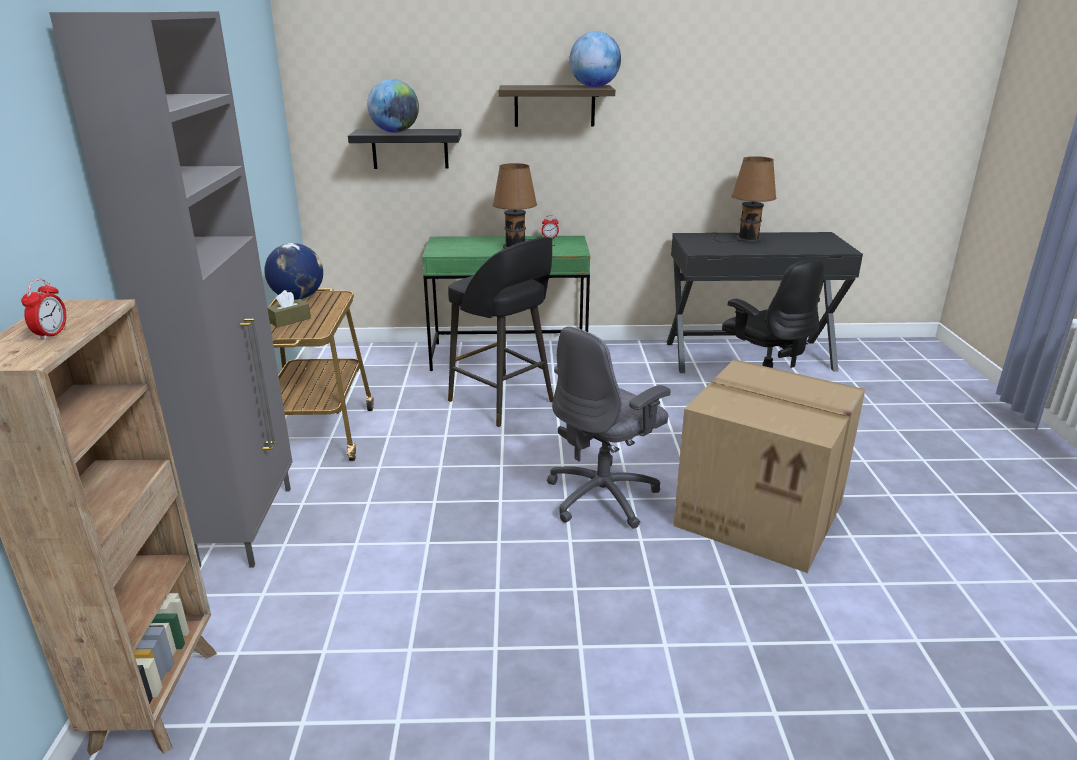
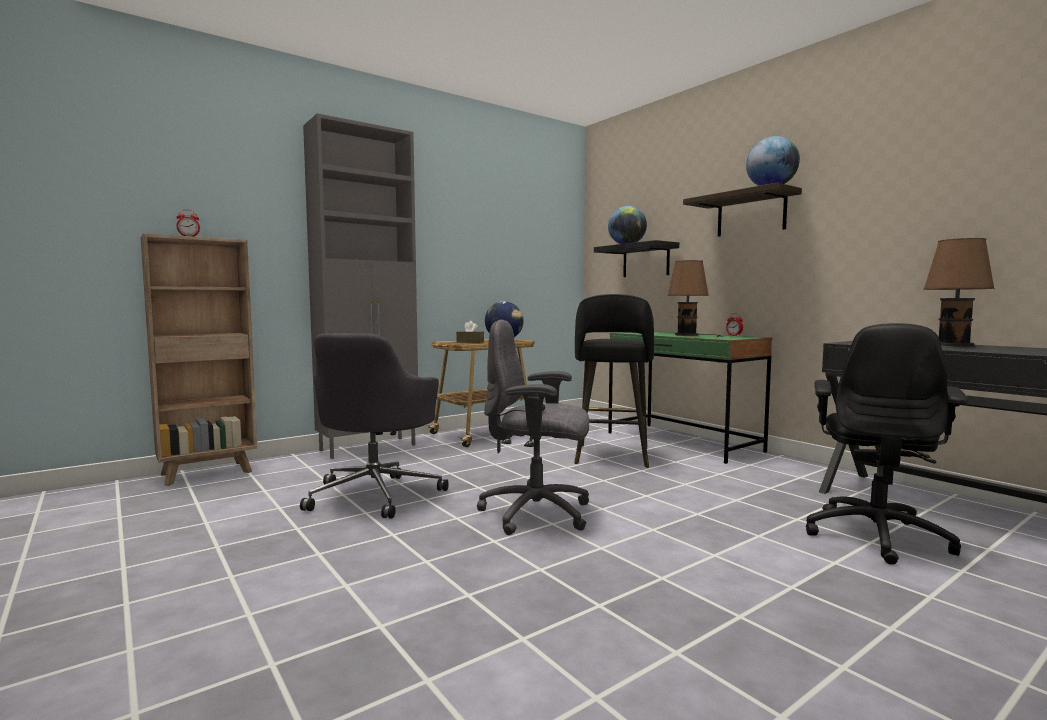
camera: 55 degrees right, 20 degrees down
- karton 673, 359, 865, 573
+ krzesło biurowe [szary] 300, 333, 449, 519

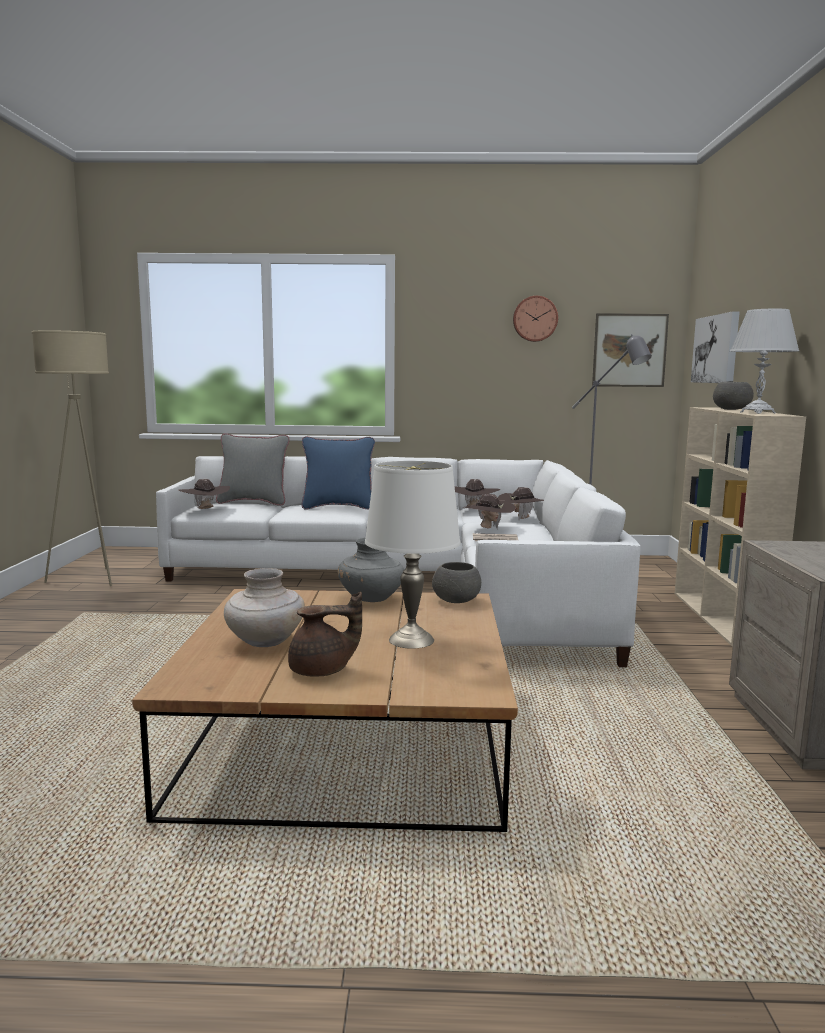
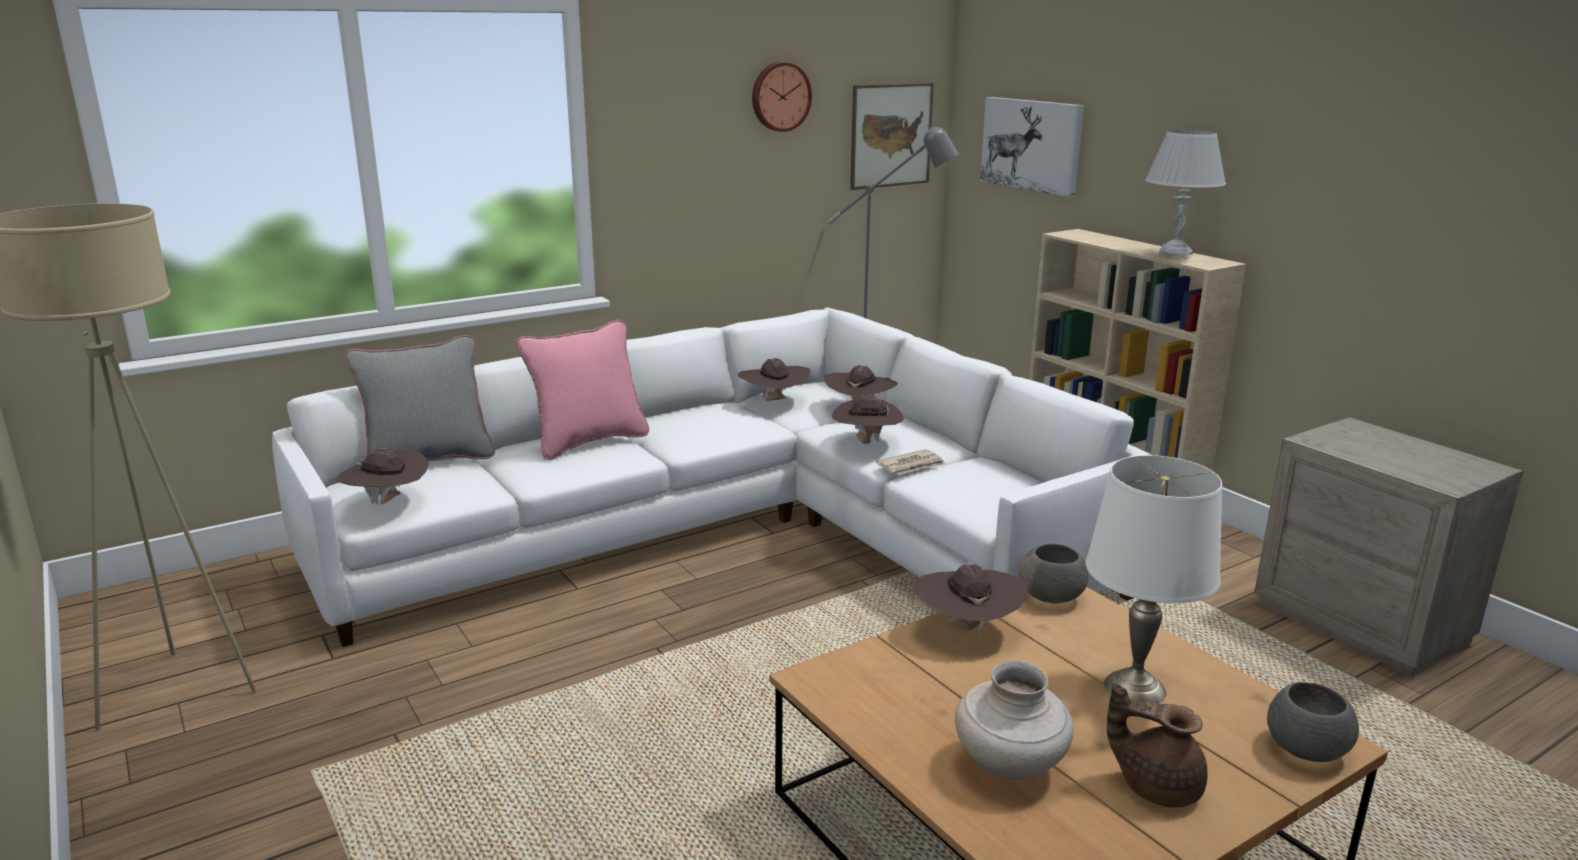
camera: 35 degrees left, 10 degrees up
~ miska [szary] 713, 382, 754, 410 to 1267, 682, 1359, 762
~ poduszka [niebieski] 301, 436, 375, 510 to poduszka [różowy] 516, 320, 649, 460
~ wazon [szary] 338, 538, 404, 602 to kapelusz [brązowy] 912, 564, 1027, 637
~ imbryk [brązowy] 288, 591, 362, 676 = 1107, 682, 1207, 808 105 degrees counterclockwise

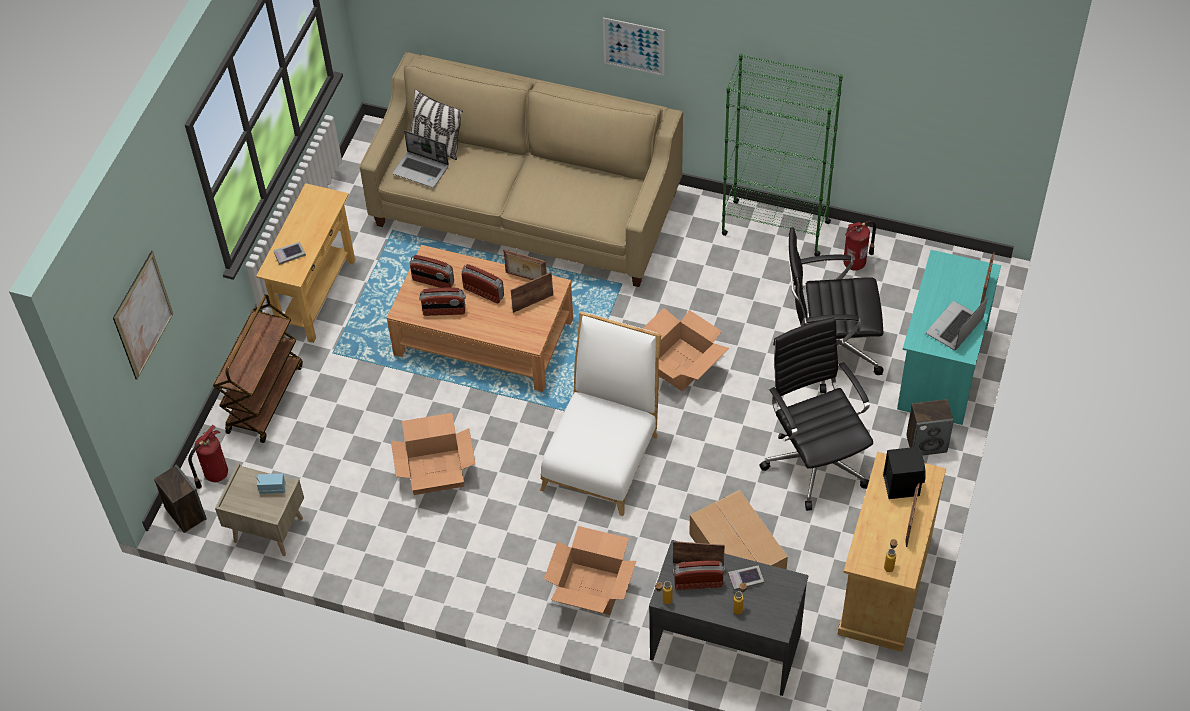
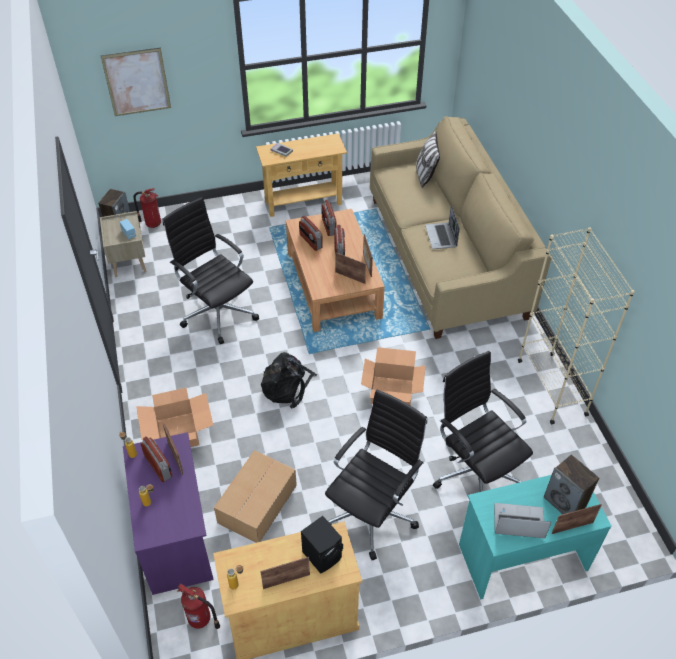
camera: 55 degrees right, 5 degrees down
- obraz 603, 17, 665, 76
~ regał [zielony] 721, 54, 843, 256 to regał [beżowy] 518, 227, 635, 425
~ laptop 393, 130, 449, 188 to 425, 205, 460, 249
~ gaśnica 843, 220, 876, 271 to 178, 584, 220, 629
- wózek [brązowy] 213, 295, 303, 443
~ krzesło [biały] 540, 311, 661, 516 to plecak [czarny] 261, 352, 317, 409
~ głośnik 906, 399, 954, 455 to 544, 455, 599, 514
~ karton 391, 413, 475, 495 to krzesło biurowe [czarny] 162, 197, 259, 344
~ biurko [szary] 649, 540, 809, 696 to biurko [fioletowy] 123, 432, 214, 595
- książka 728, 565, 764, 591

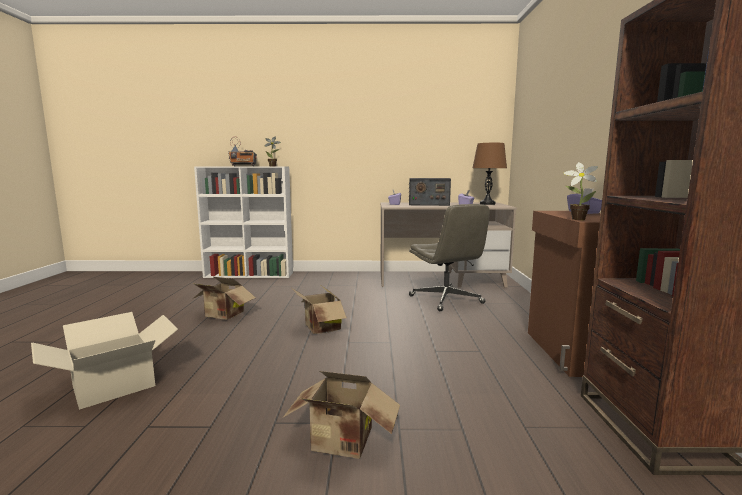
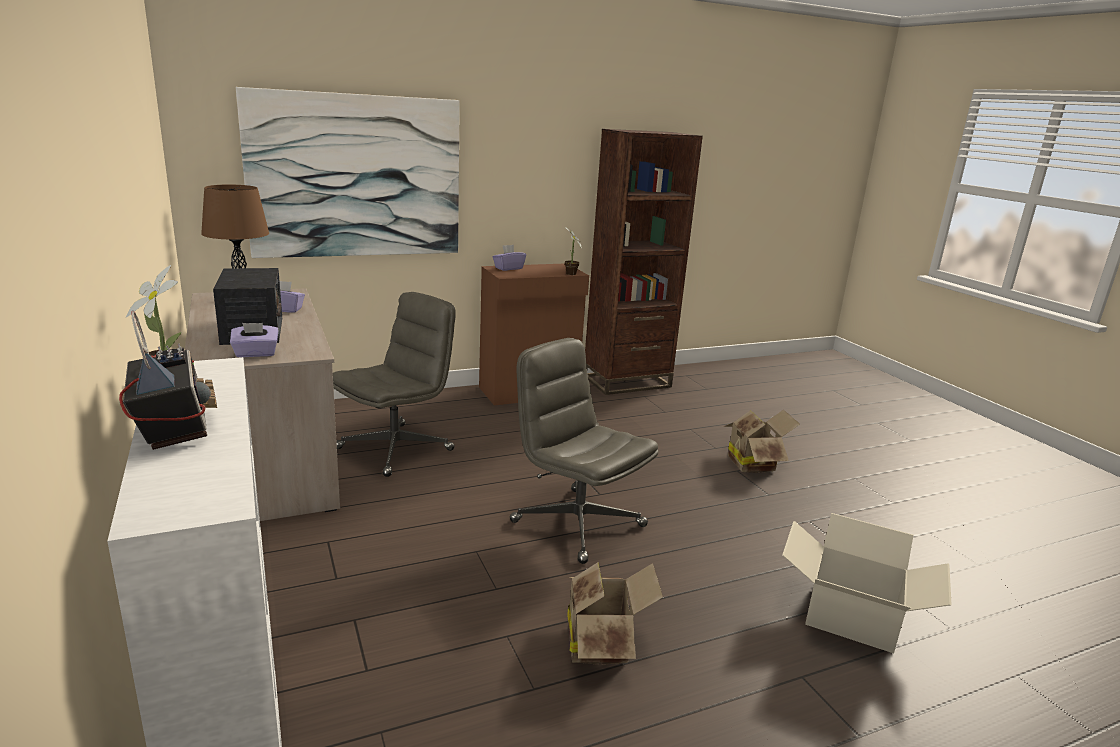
camera: 115 degrees left, 10 degrees up
~ karton 292, 286, 347, 334 to krzesło biurowe [szary] 510, 338, 658, 564
+ obraz 236, 87, 460, 258

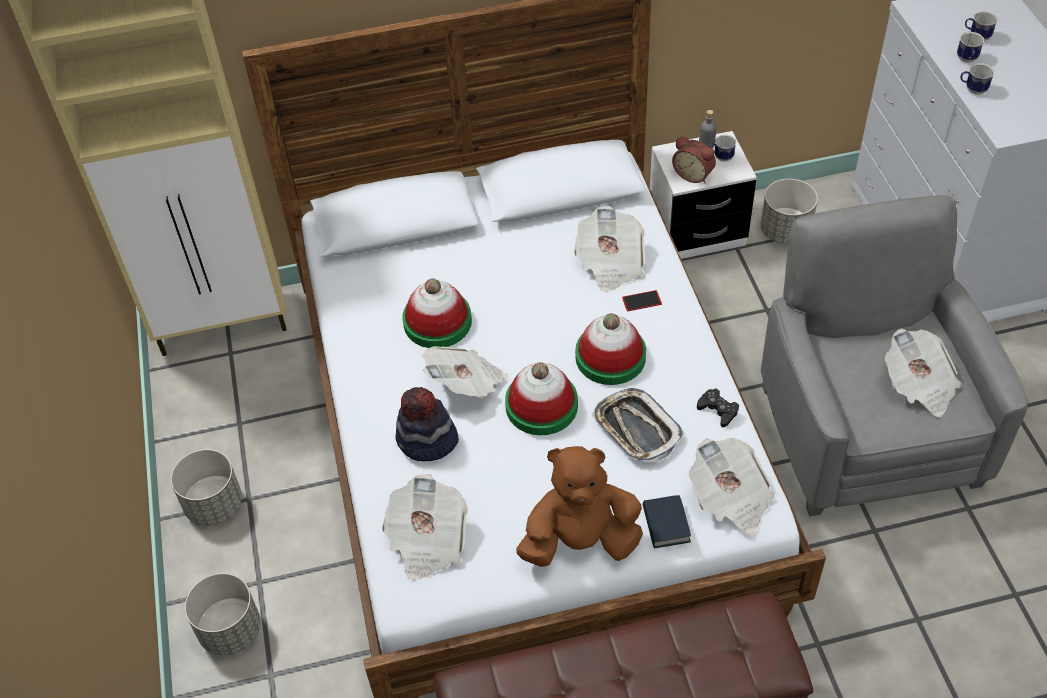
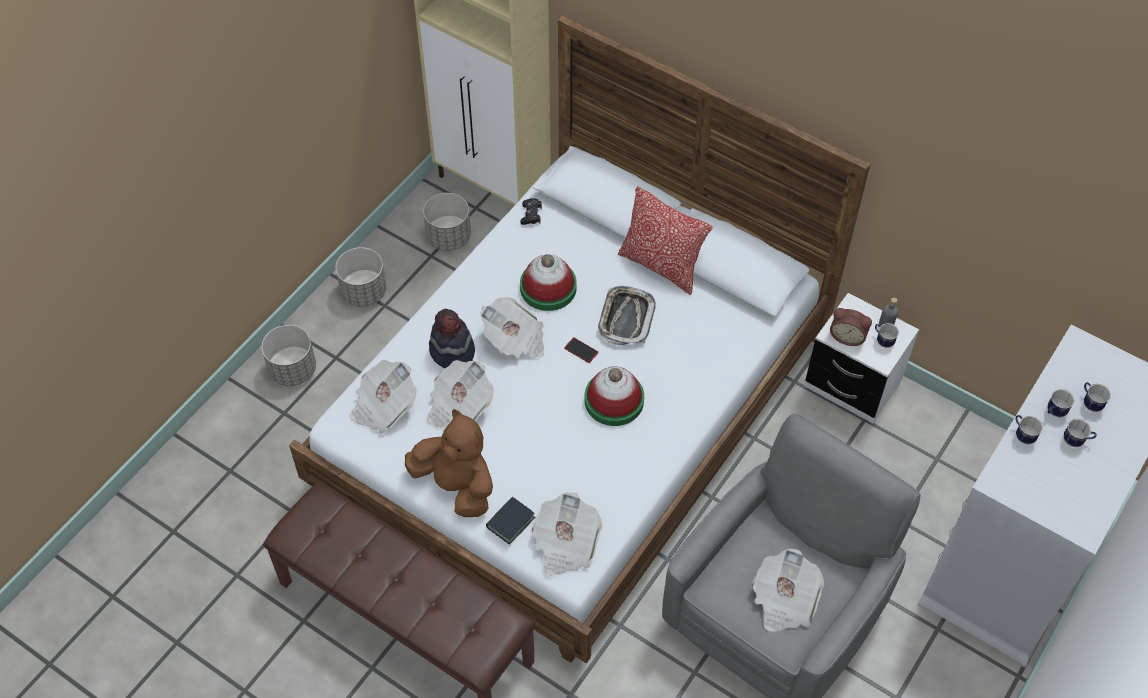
camera: 45 degrees right, 5 degrees up
~ budzik 672, 137, 716, 183 = 830, 308, 872, 346 60 degrees counterclockwise
~ donica [szary] 761, 179, 818, 244 to 423, 193, 471, 251
~ gazeta 574, 206, 645, 292 to 427, 360, 493, 428
~ telefon 622, 290, 662, 311 to 564, 337, 599, 363
- kapelusz 505, 362, 578, 435
~ taca 592, 388, 684, 463 to 598, 286, 655, 346
~ pad do gier [czarny] 697, 389, 739, 427 to 521, 198, 542, 225
+ poduszka 618, 186, 713, 295
+ kubek 1064, 418, 1097, 447

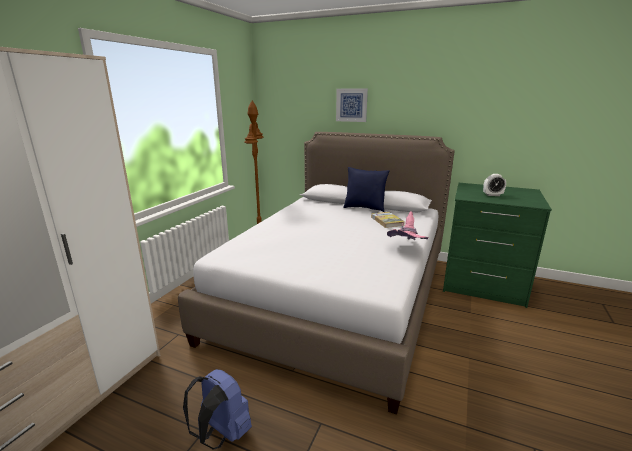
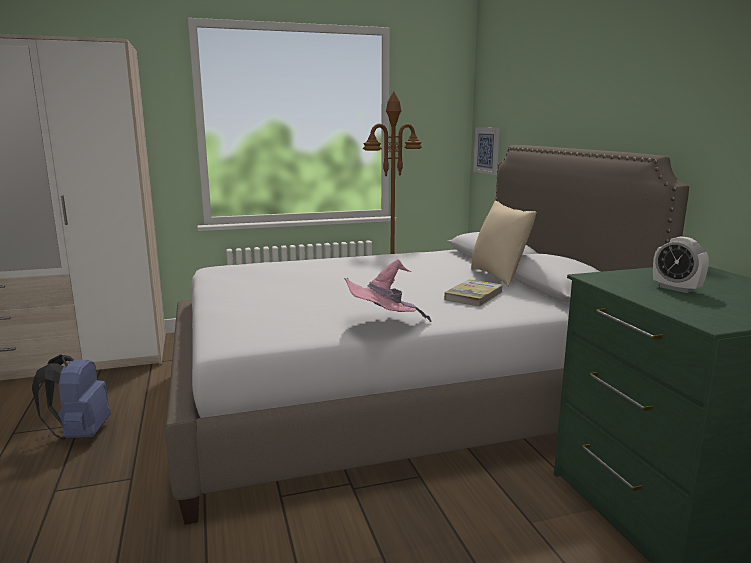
camera: 50 degrees right, 5 degrees down
~ obraz 336, 89, 368, 122 to 473, 127, 500, 175
~ poduszka [niebieski] 343, 167, 389, 212 to poduszka [beżowy] 471, 201, 537, 287

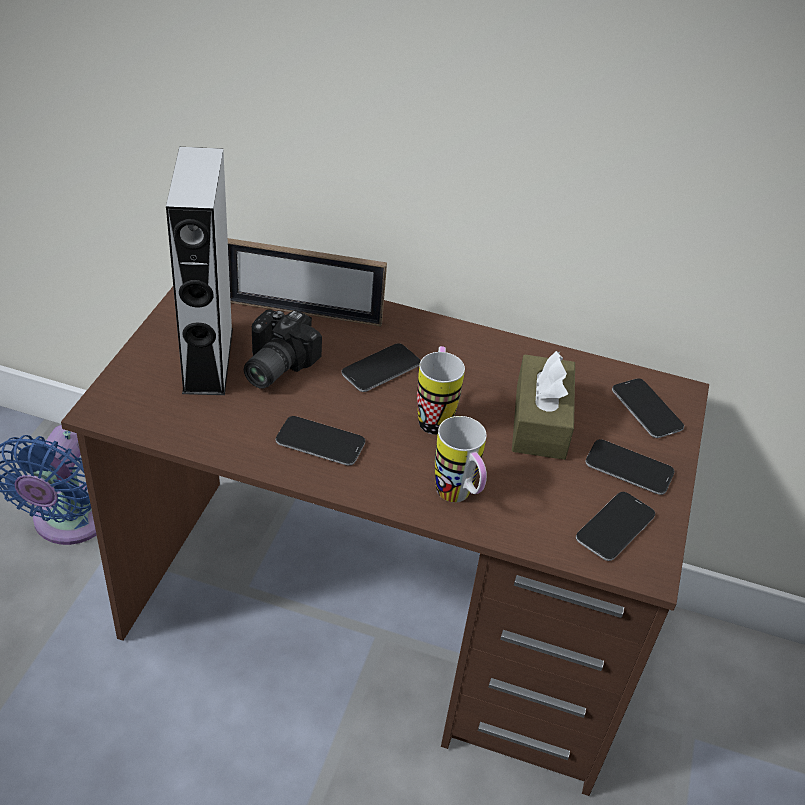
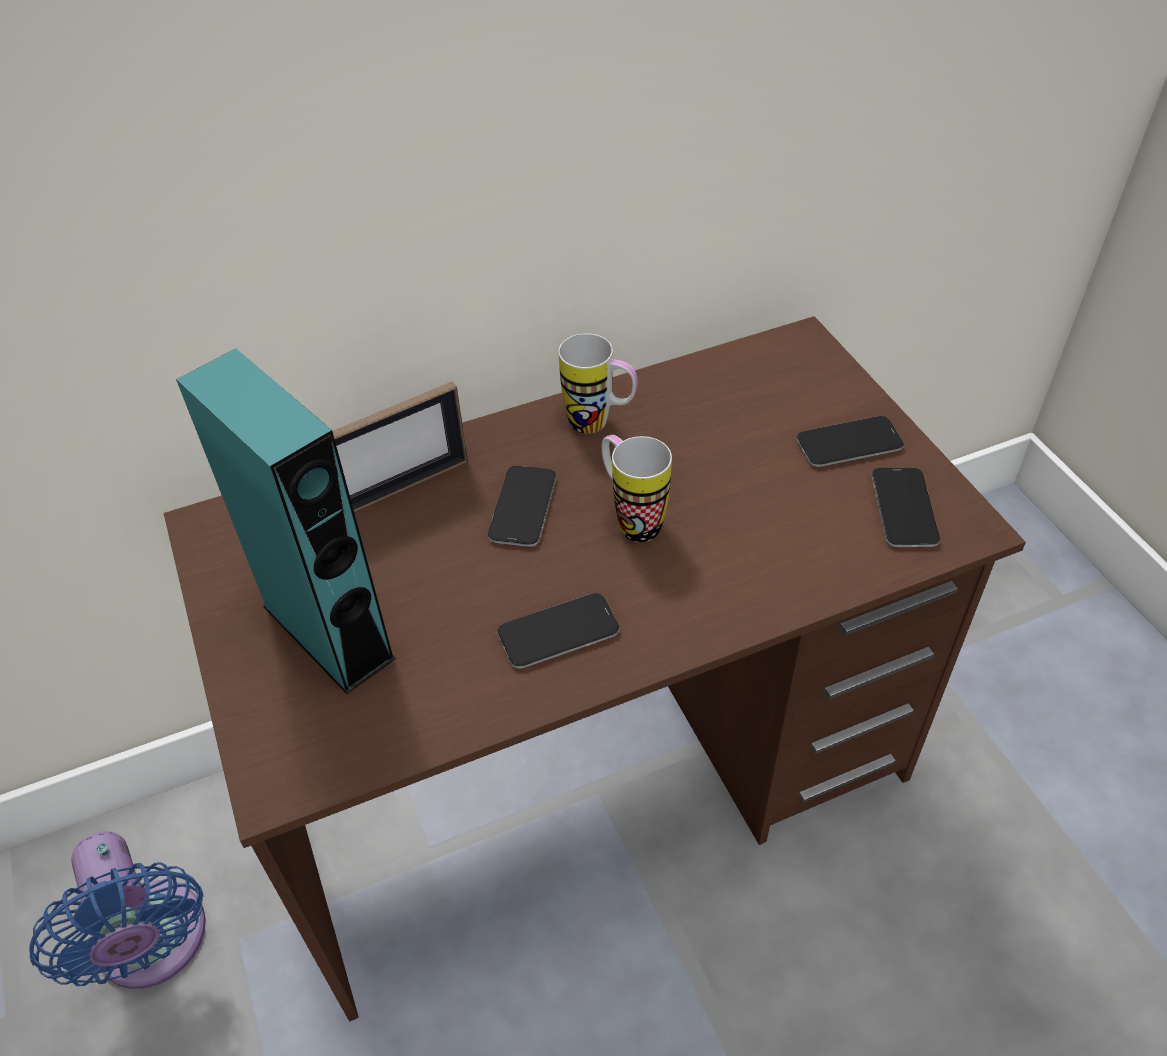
camera: 35 degrees left, 5 degrees up
~ głośnik [szary] 166, 147, 233, 395 to głośnik [turkusowy] 176, 349, 396, 694
- aparat fotograficzny 244, 310, 322, 389
- pudełko chusteczek [brązowy] 512, 351, 575, 460
- telefon 612, 378, 684, 438
~ kubek 435, 416, 487, 503 to 559, 333, 638, 434

